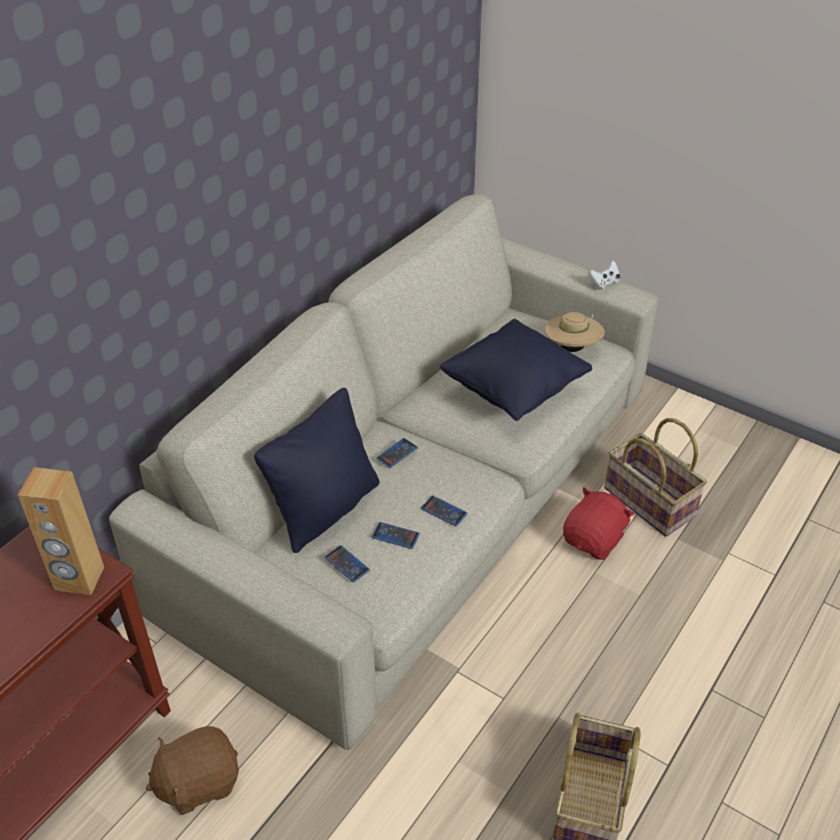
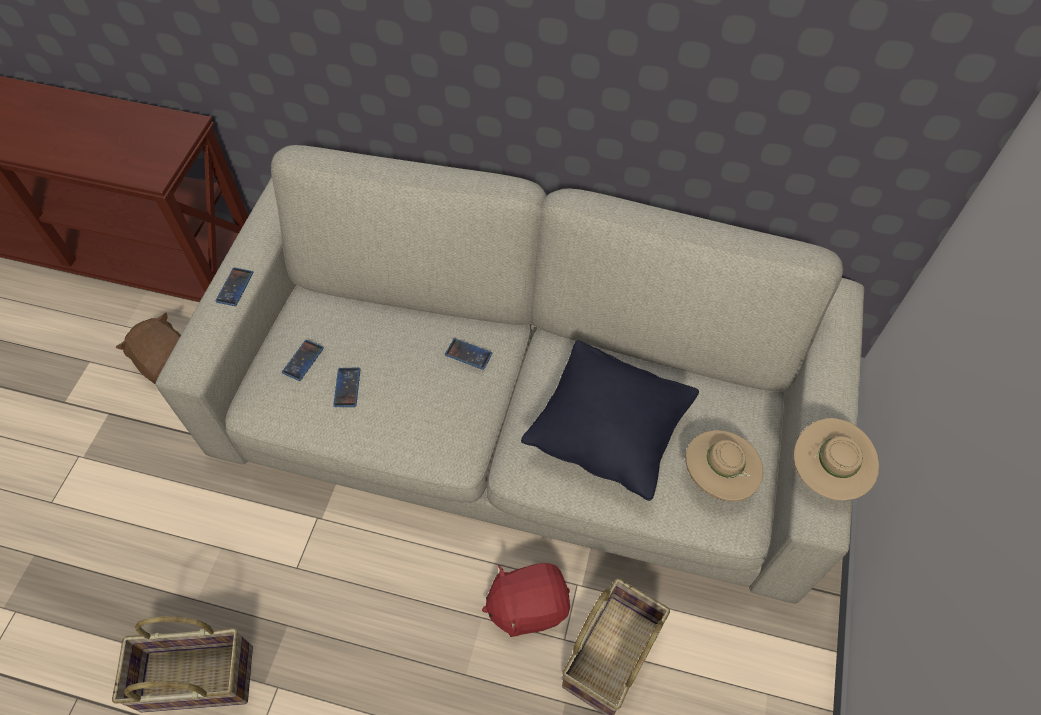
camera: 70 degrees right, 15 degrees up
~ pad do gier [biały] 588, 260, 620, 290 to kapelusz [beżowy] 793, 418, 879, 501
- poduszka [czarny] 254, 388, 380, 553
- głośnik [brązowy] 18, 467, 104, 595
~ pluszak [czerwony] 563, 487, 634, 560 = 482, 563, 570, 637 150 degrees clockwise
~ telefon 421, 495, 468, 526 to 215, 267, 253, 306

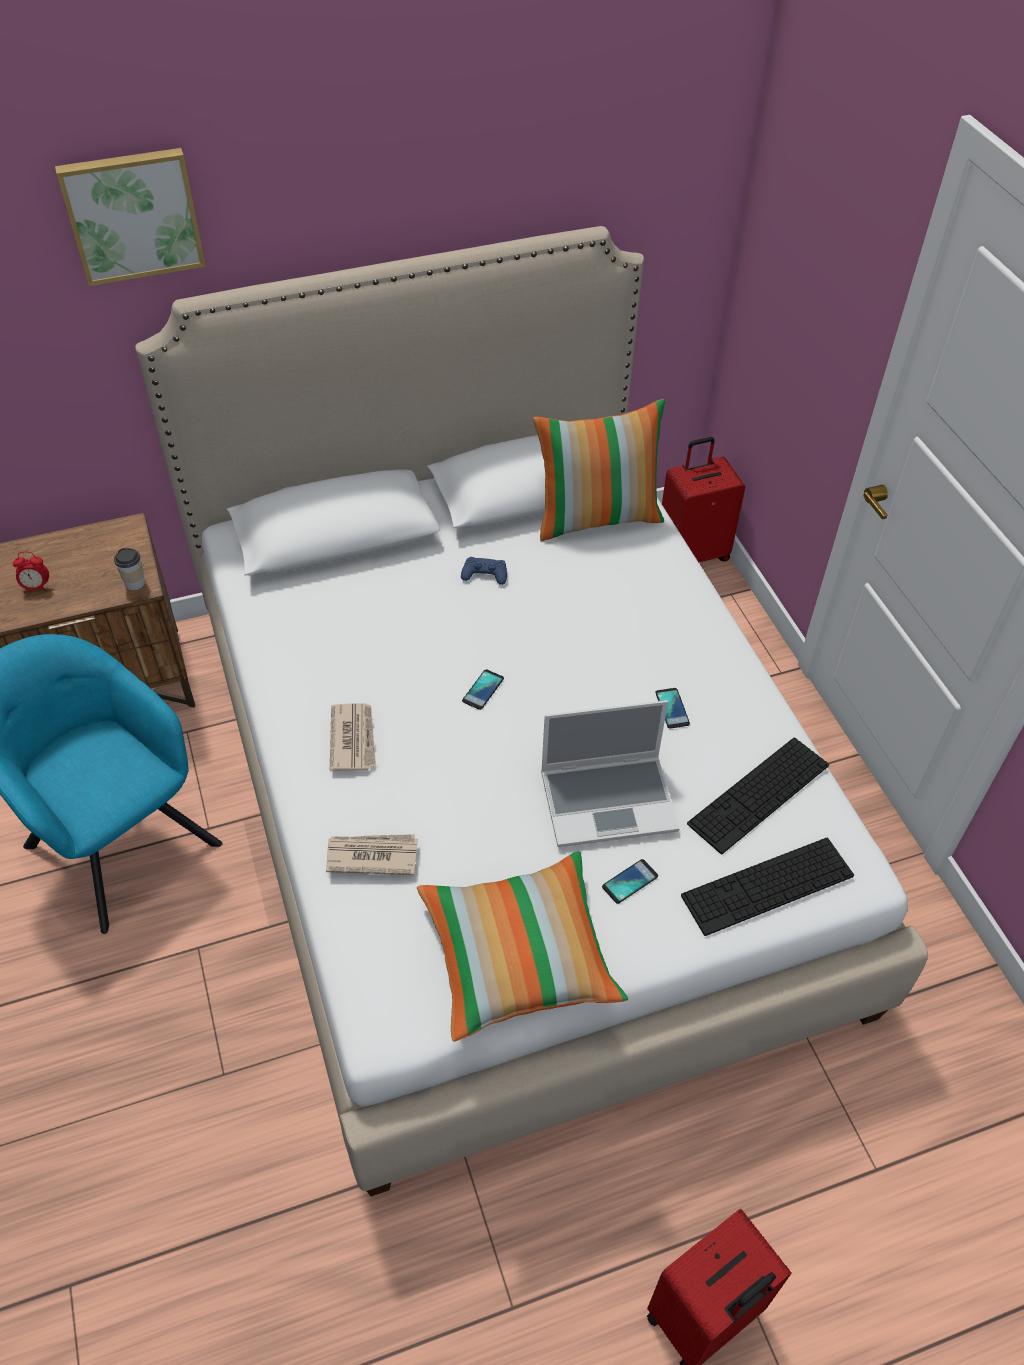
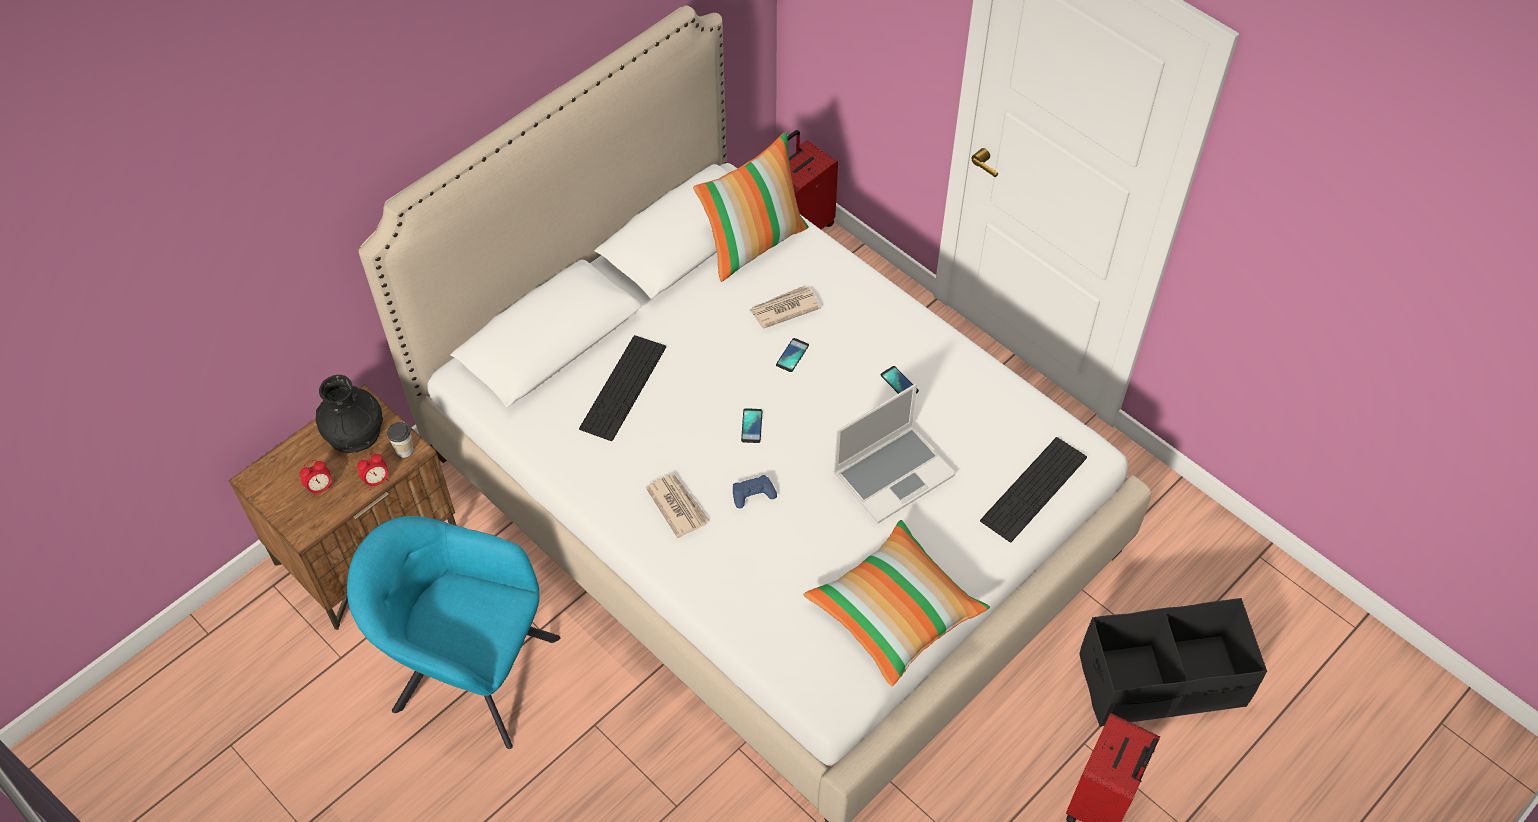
camera: 25 degrees left, 5 degrees up
- obraz 55, 148, 206, 286
~ pad do gier [niebieski] 461, 557, 507, 585 to 733, 475, 777, 508
~ klawiatura 687, 737, 829, 854 to 579, 335, 666, 441
~ gazeta 326, 834, 418, 875 to 750, 286, 821, 328
~ telefon 602, 859, 658, 904 to 776, 338, 809, 372
+ wazon [czarny] 316, 375, 383, 453
+ budzik 357, 453, 389, 490
+ pojemnik do przechowywania [czarny] 1079, 598, 1267, 727

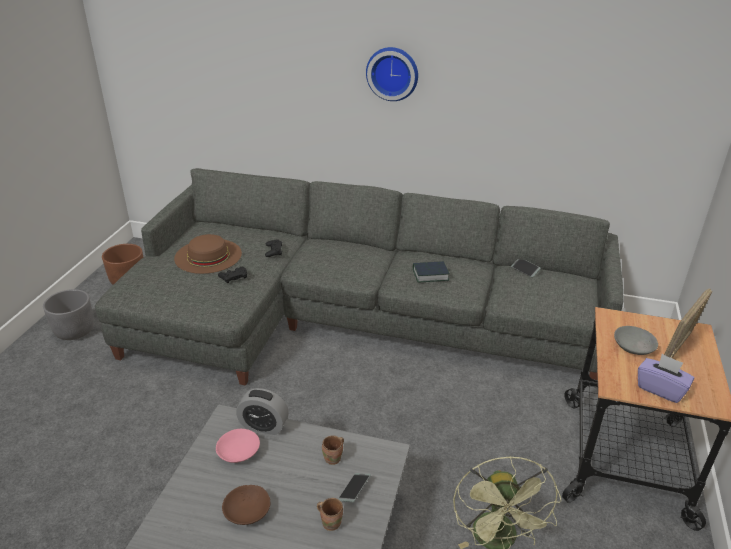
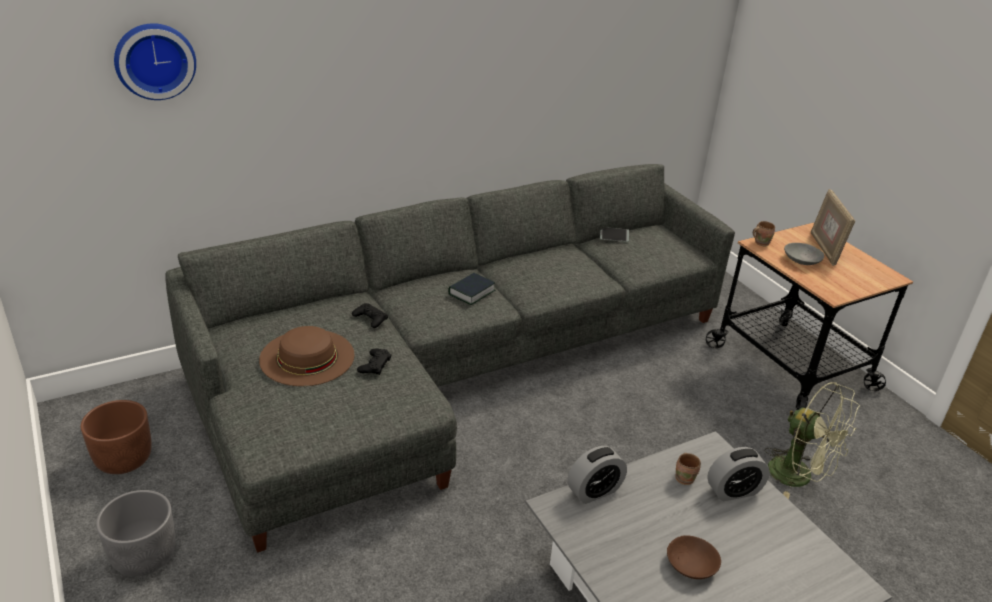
camera: 45 degrees left, 0 degrees up
~ zegar ścienny 366, 47, 418, 101 to 114, 23, 196, 100
~ książka 413, 261, 449, 282 to 448, 273, 495, 305
- pudełko chusteczek [fioletowy] 638, 354, 694, 403
- miska [różowy] 216, 429, 260, 463
~ telefon 338, 473, 371, 503 to budzik 707, 447, 770, 501
~ kubek [brązowy] 317, 498, 343, 531 to 753, 221, 775, 246

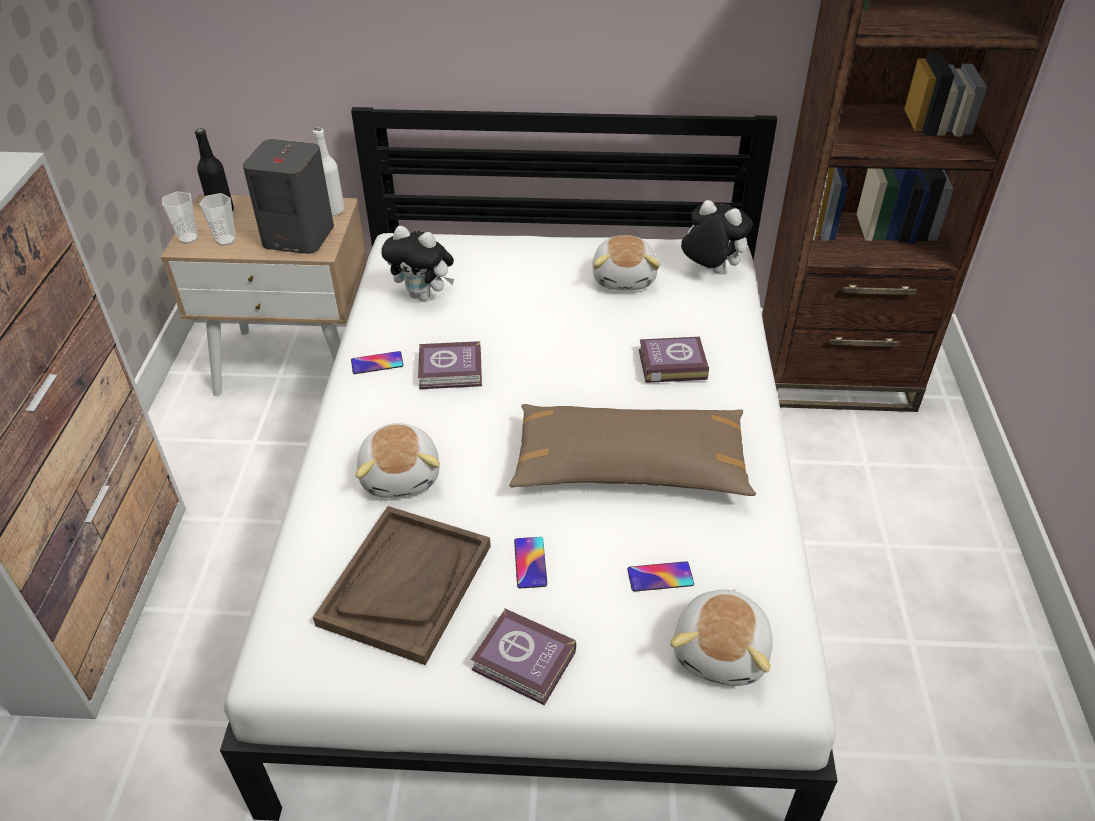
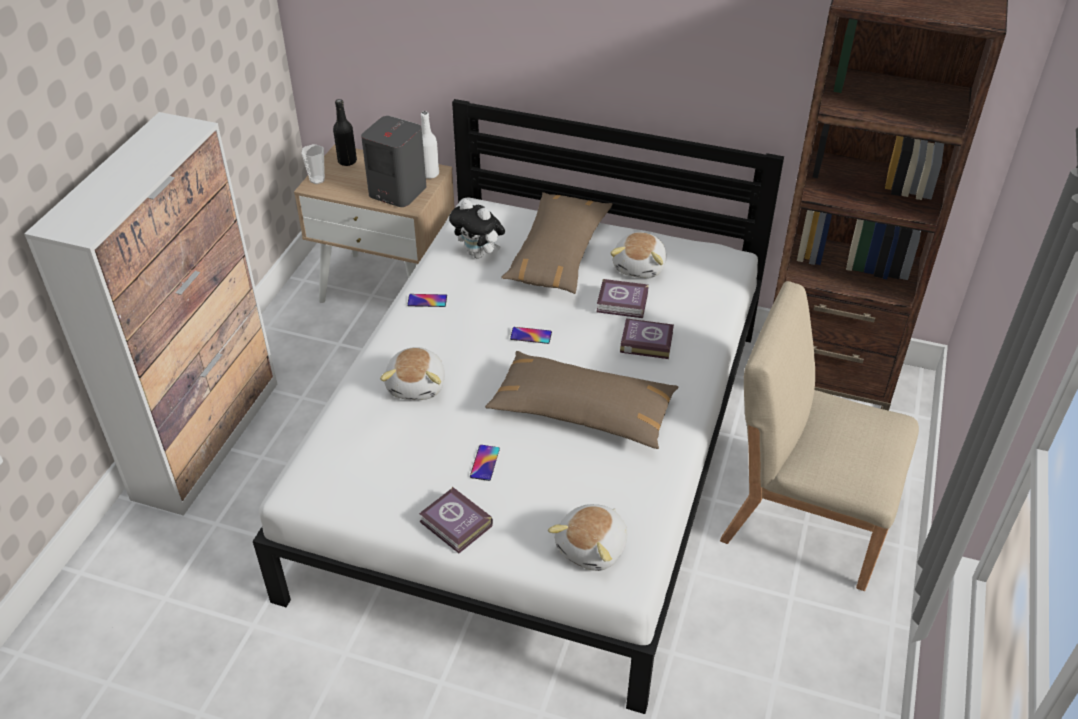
camera: 15 degrees right, 0 degrees up
- filiżanka 199, 193, 236, 246
- pluszak 681, 200, 753, 273
~ książka 418, 341, 482, 389 to 596, 279, 649, 318
- taca [brązowy] 313, 506, 491, 665
~ telefon 627, 561, 694, 592 to 510, 327, 552, 344
+ poduszka [brązowy] 501, 192, 612, 294
+ krzesło [beżowy] 720, 281, 919, 591

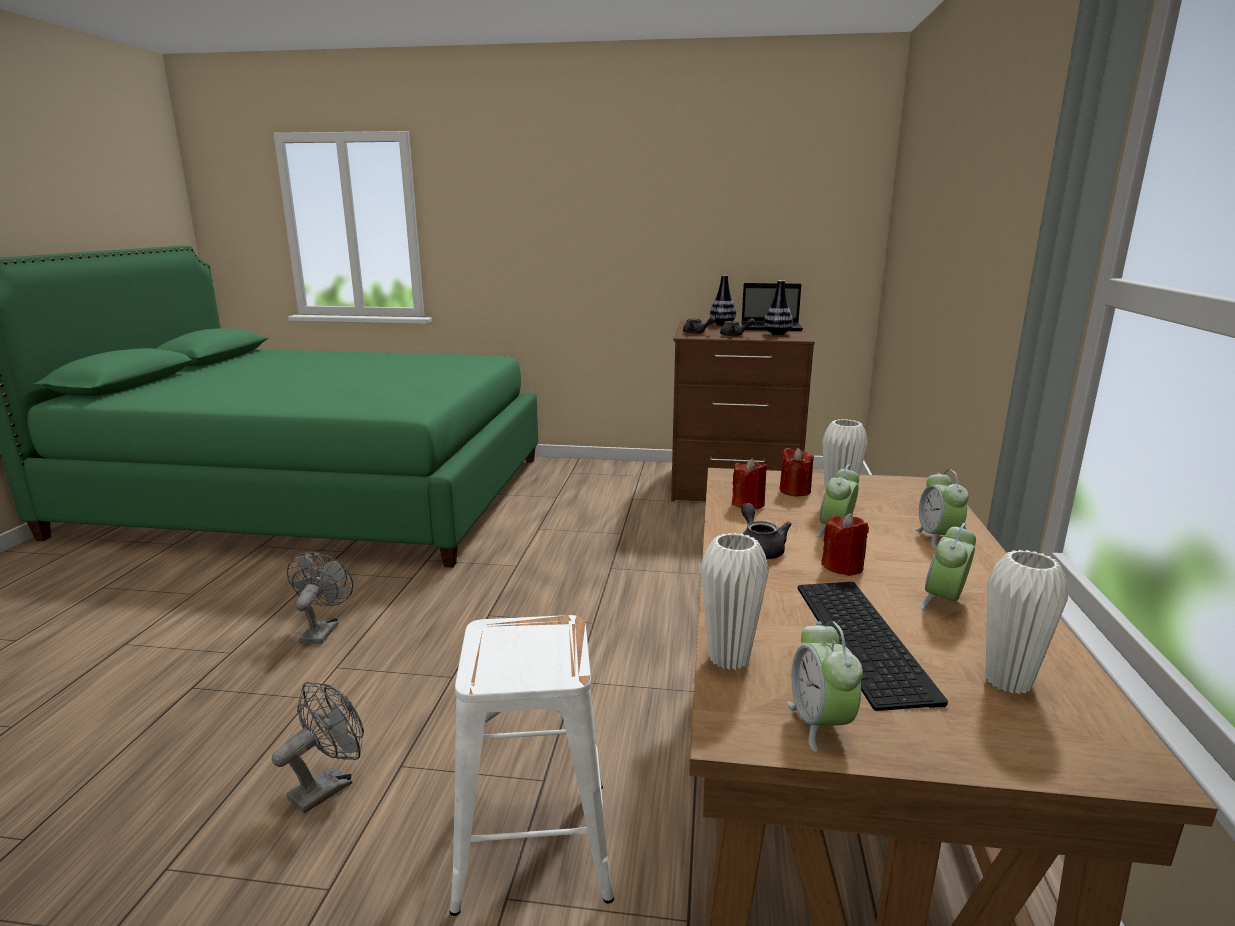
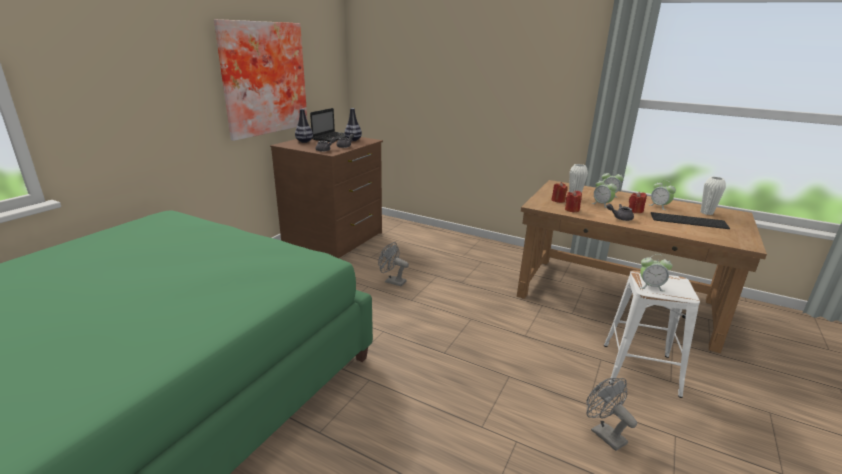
camera: 70 degrees left, 5 degrees up
- wazon [biały] 700, 533, 769, 670
~ wentylator [szary] 287, 552, 353, 644 to 378, 242, 409, 286
~ budzik 787, 621, 863, 752 to 640, 254, 673, 292
+ obraz 214, 19, 308, 141

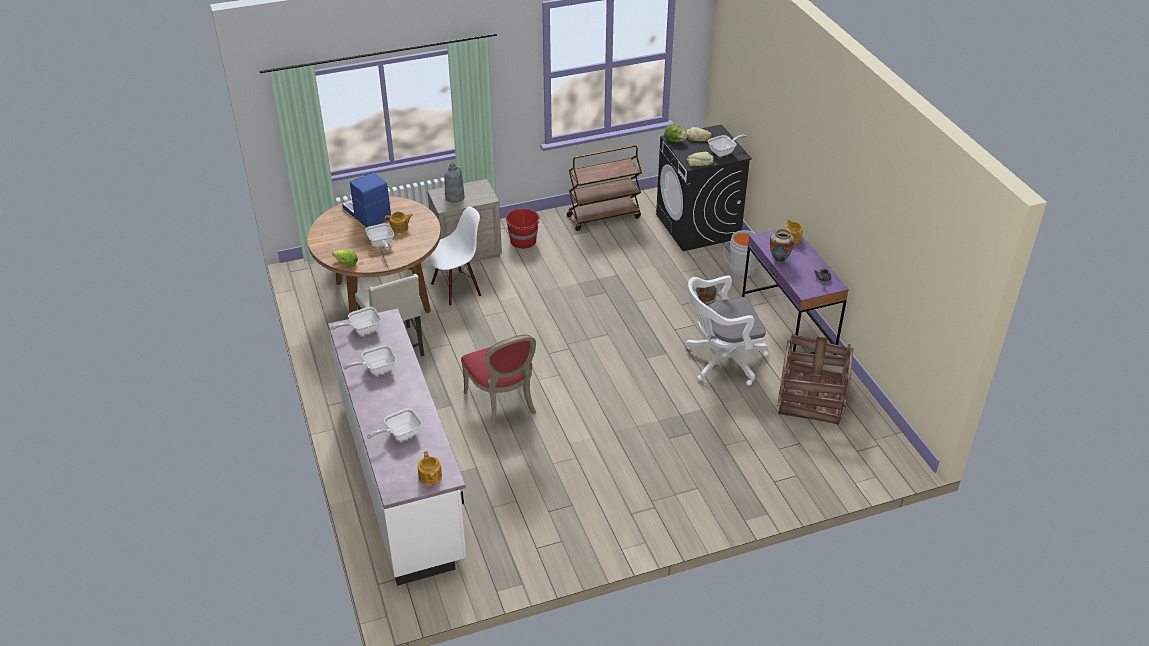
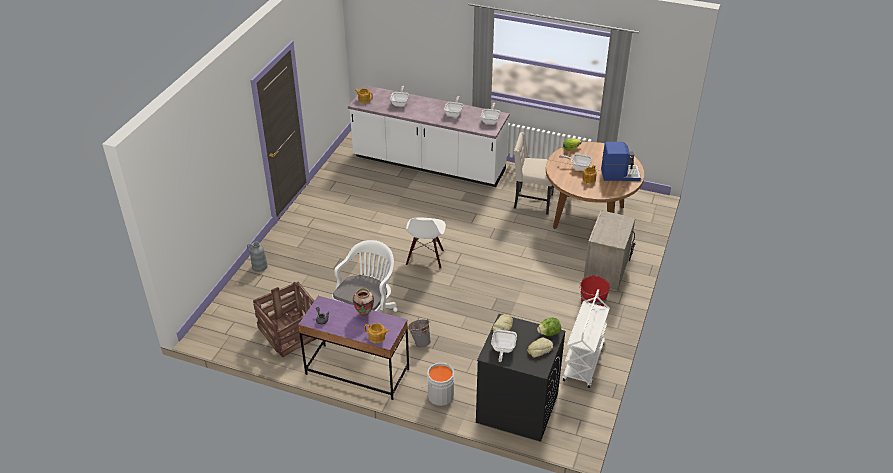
camera: 130 degrees right, 0 degrees up
~ wózek [brązowy] 567, 145, 642, 231 to wózek [biały] 563, 289, 610, 388
~ wazon [szary] 445, 163, 464, 203 to 247, 242, 268, 272
~ krzesło [biały] 426, 207, 481, 306 to 406, 218, 446, 269
- krzesło [czerwony] 461, 334, 536, 428

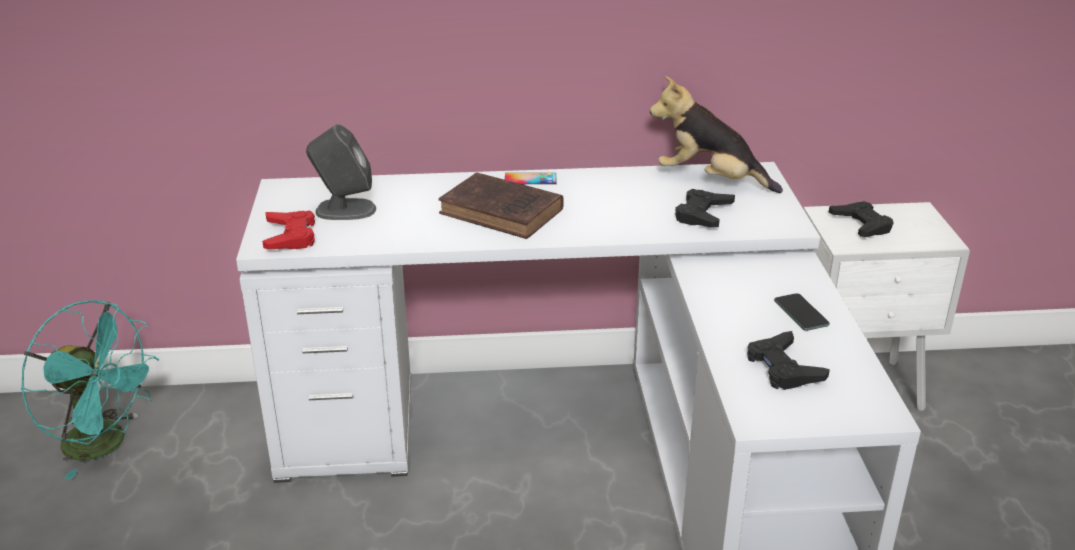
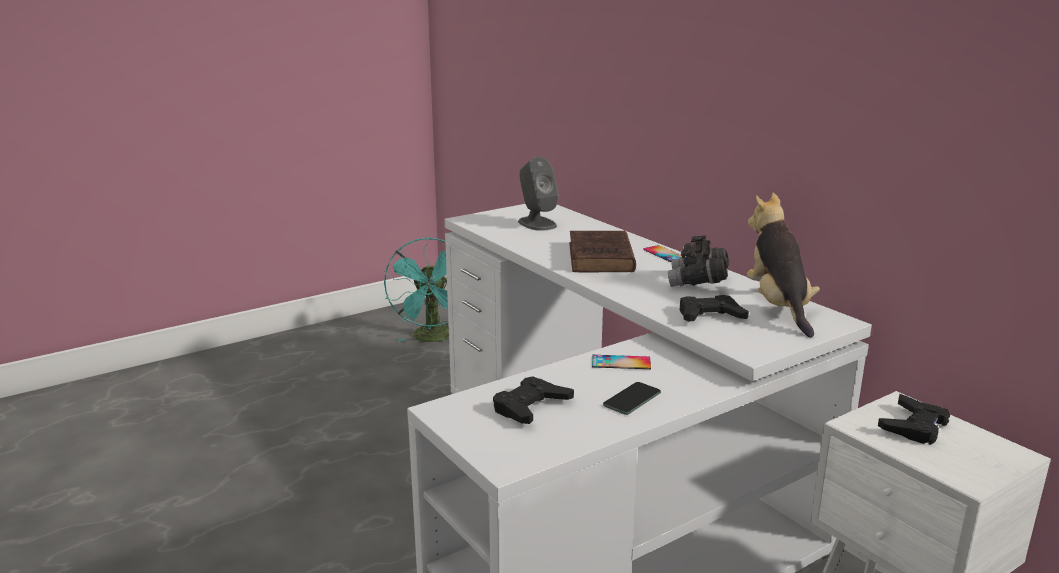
camera: 60 degrees right, 10 degrees down
- pad do gier [czerwony] 262, 210, 315, 250
+ lornetka [szary] 668, 235, 729, 287
+ telefon 592, 355, 651, 369

